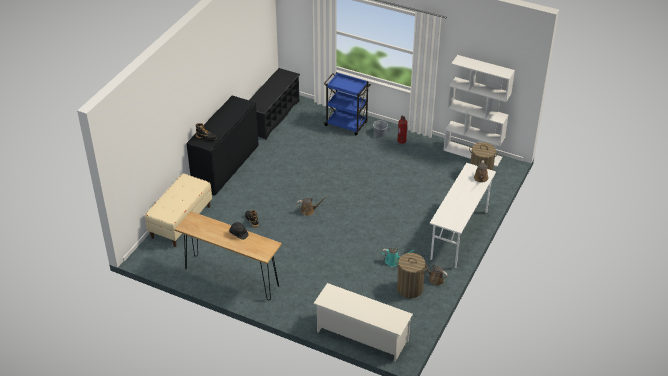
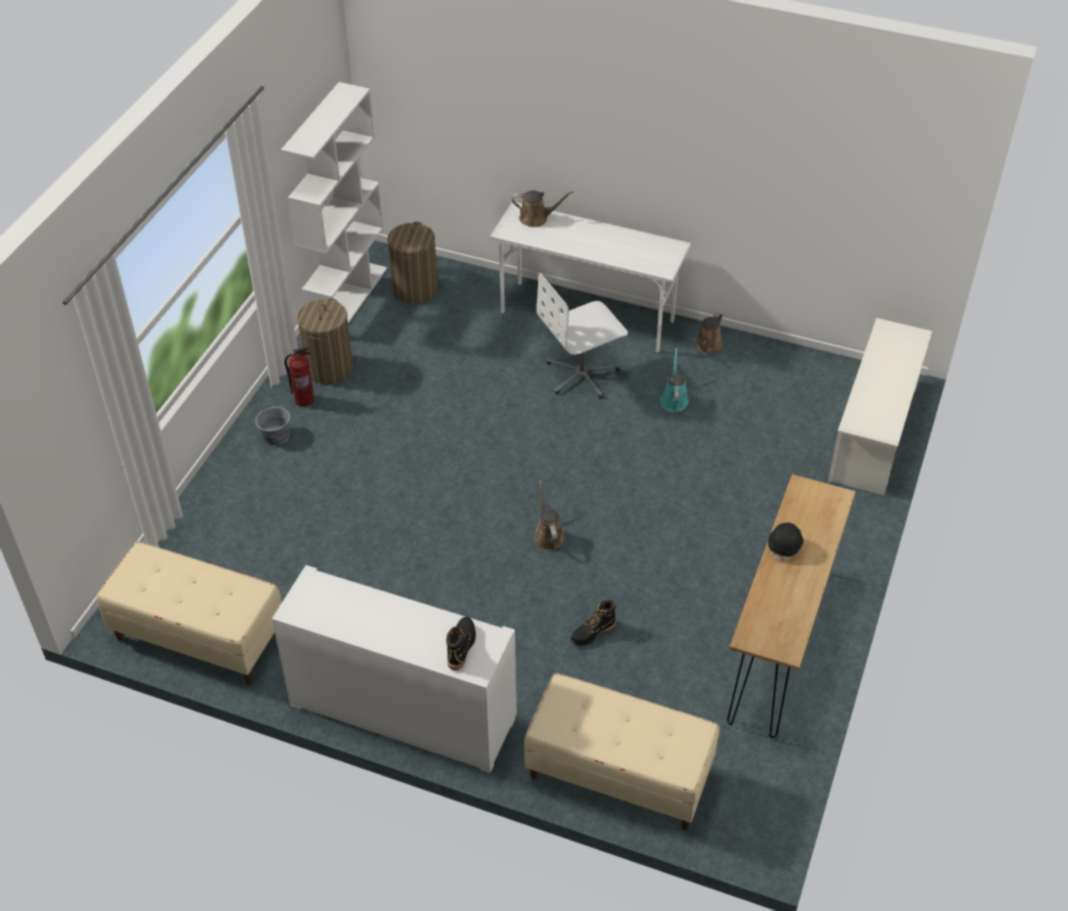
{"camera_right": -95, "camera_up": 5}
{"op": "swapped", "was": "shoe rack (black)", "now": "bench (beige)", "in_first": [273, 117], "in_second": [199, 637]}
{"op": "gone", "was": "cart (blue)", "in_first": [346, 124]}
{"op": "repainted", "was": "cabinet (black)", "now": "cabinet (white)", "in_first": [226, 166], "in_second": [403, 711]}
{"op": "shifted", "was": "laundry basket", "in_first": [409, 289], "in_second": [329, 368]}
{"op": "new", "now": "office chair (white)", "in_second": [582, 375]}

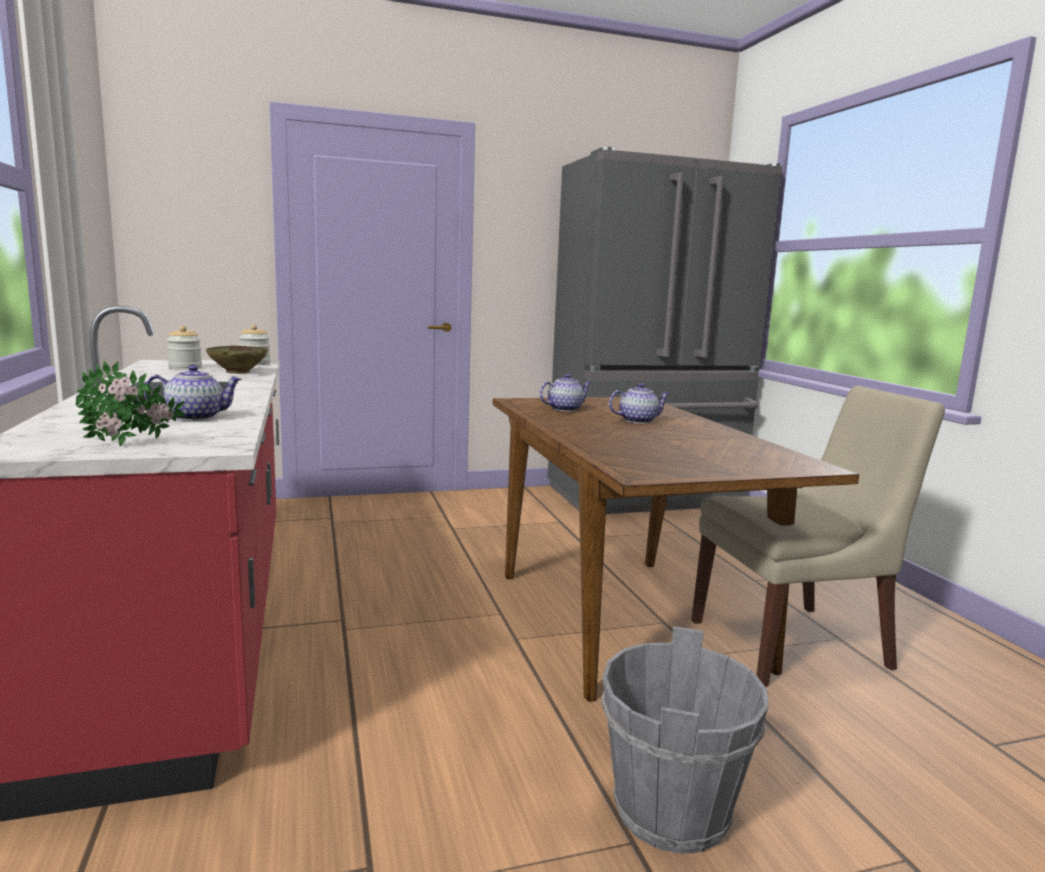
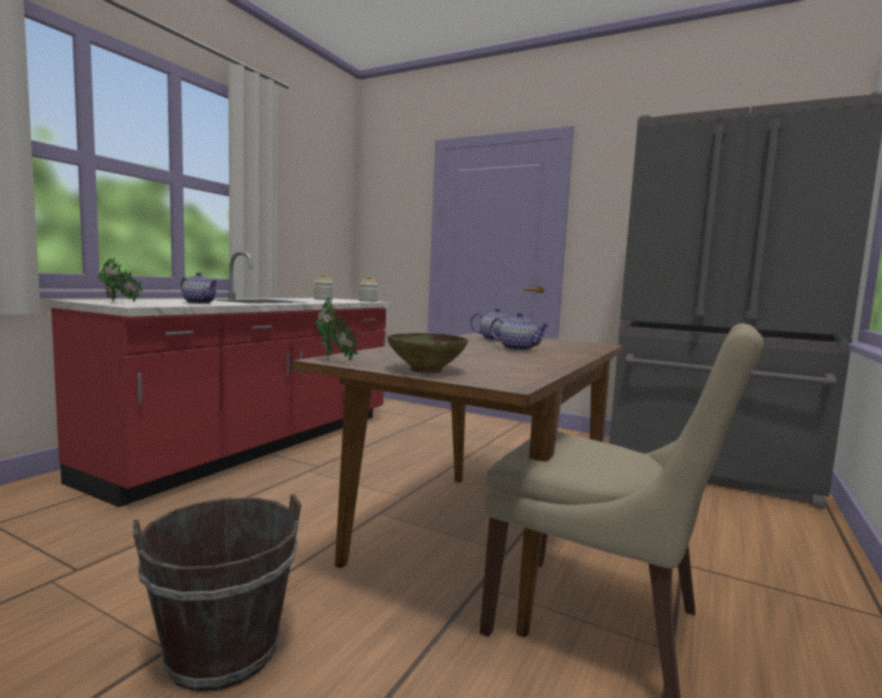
{"camera_right": 45, "camera_up": -5}
{"op": "shifted", "was": "bowl (beige)", "in_first": [238, 372], "in_second": [426, 370]}
{"op": "repainted", "was": "bucket (grey)", "now": "bucket (brown)", "in_first": [672, 812], "in_second": [222, 653]}
{"op": "new", "now": "potted plant", "in_second": [335, 361]}

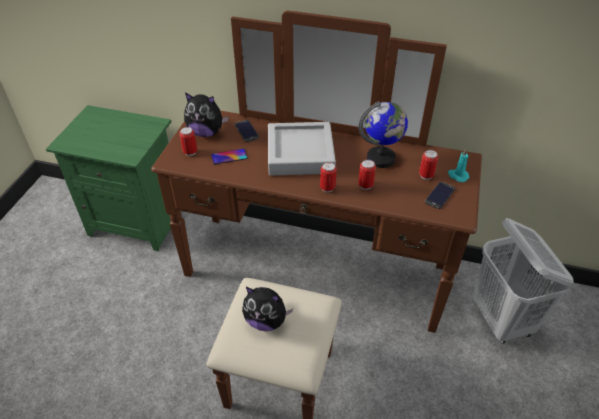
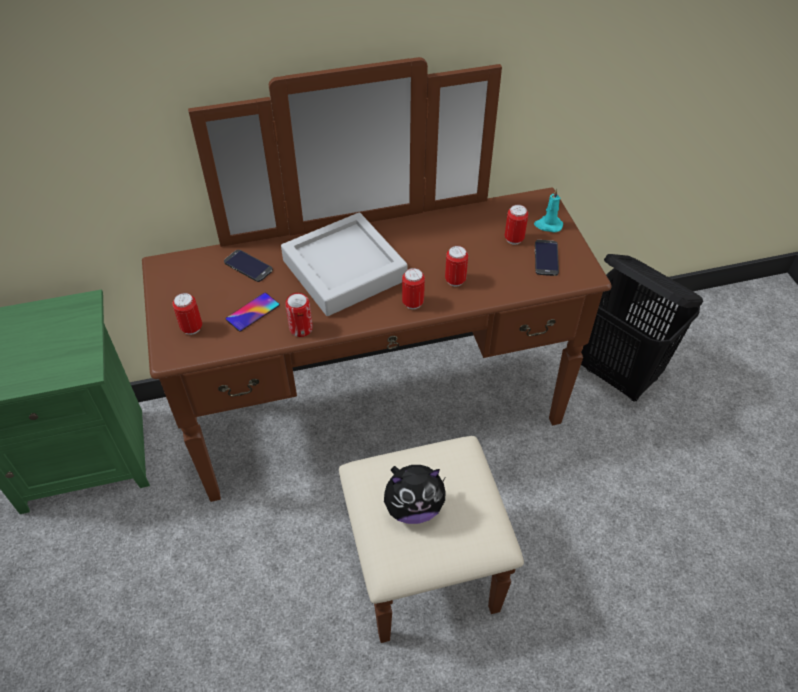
{"camera_right": -30, "camera_up": 5}
{"op": "gone", "was": "plush toy", "in_first": [206, 132]}
{"op": "gone", "was": "globe", "in_first": [381, 158]}
{"op": "repainted", "was": "laundry basket (white)", "now": "laundry basket (black)", "in_first": [501, 320], "in_second": [619, 374]}
{"op": "new", "now": "can", "in_second": [301, 328]}

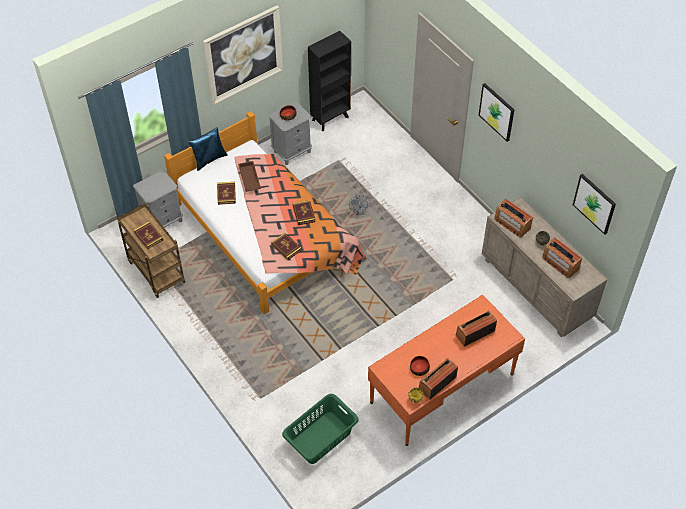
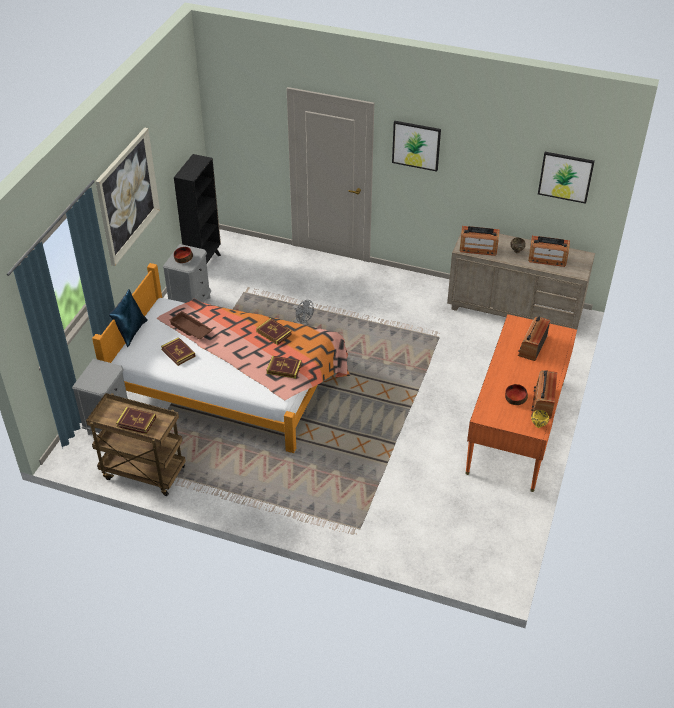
{"camera_right": -35, "camera_up": -10}
{"op": "gone", "was": "laundry basket (green)", "in_first": [320, 437]}

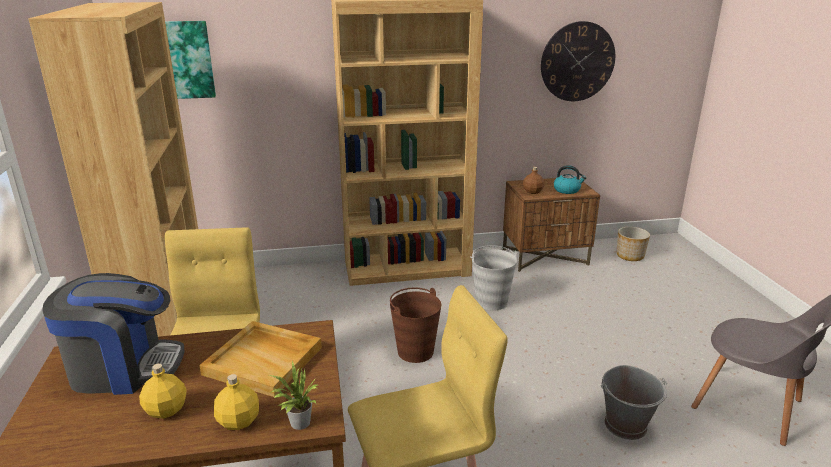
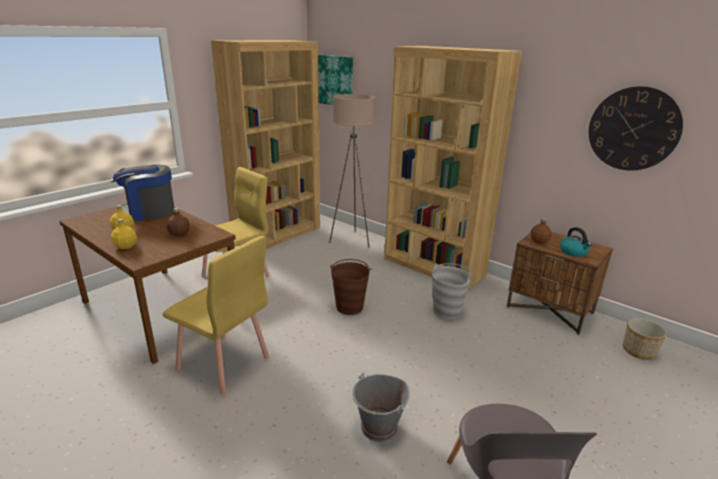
{"camera_right": 50, "camera_up": 0}
{"op": "rotated", "was": "coffee machine", "in_first": [124, 368], "in_second": [148, 213], "clockwise": 120}
{"op": "swapped", "was": "tray (beige)", "now": "bottle (brown)", "in_first": [264, 360], "in_second": [179, 234]}
{"op": "gone", "was": "potted plant", "in_first": [297, 423]}
{"op": "new", "now": "floor lamp (beige)", "in_second": [351, 240]}

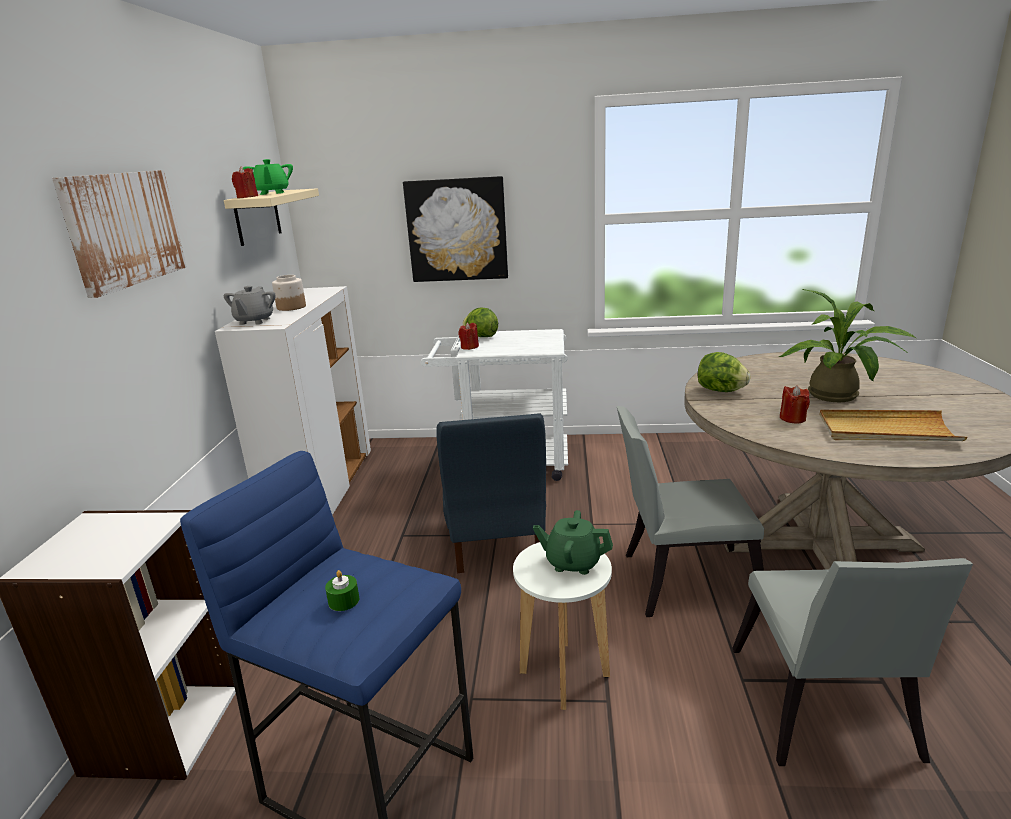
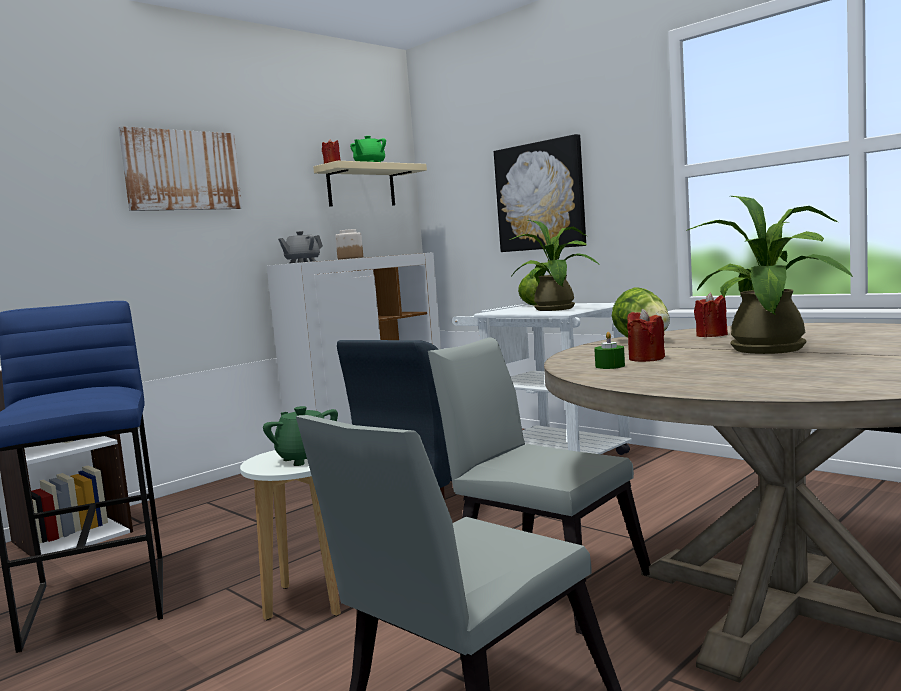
{"camera_right": 40, "camera_up": -15}
{"op": "shifted", "was": "candle (red)", "in_first": [469, 347], "in_second": [711, 335]}
{"op": "gone", "was": "tray (beige)", "in_first": [886, 431]}
{"op": "shifted", "was": "candle (green)", "in_first": [344, 601], "in_second": [610, 366]}
{"op": "new", "now": "potted plant", "in_second": [556, 309]}

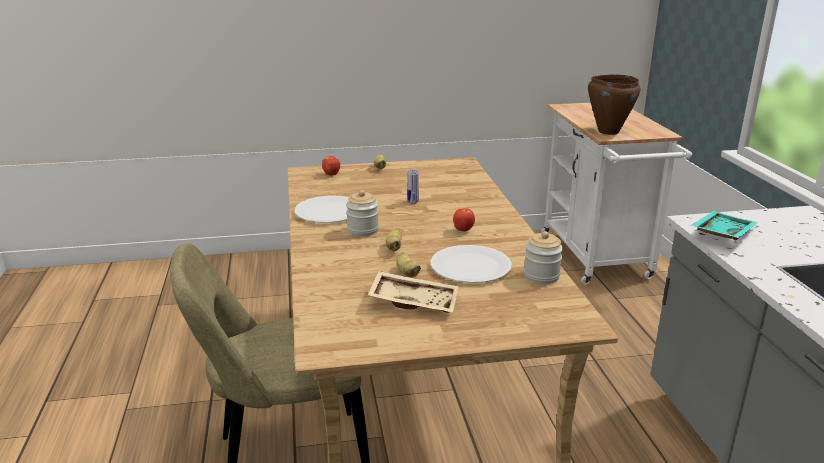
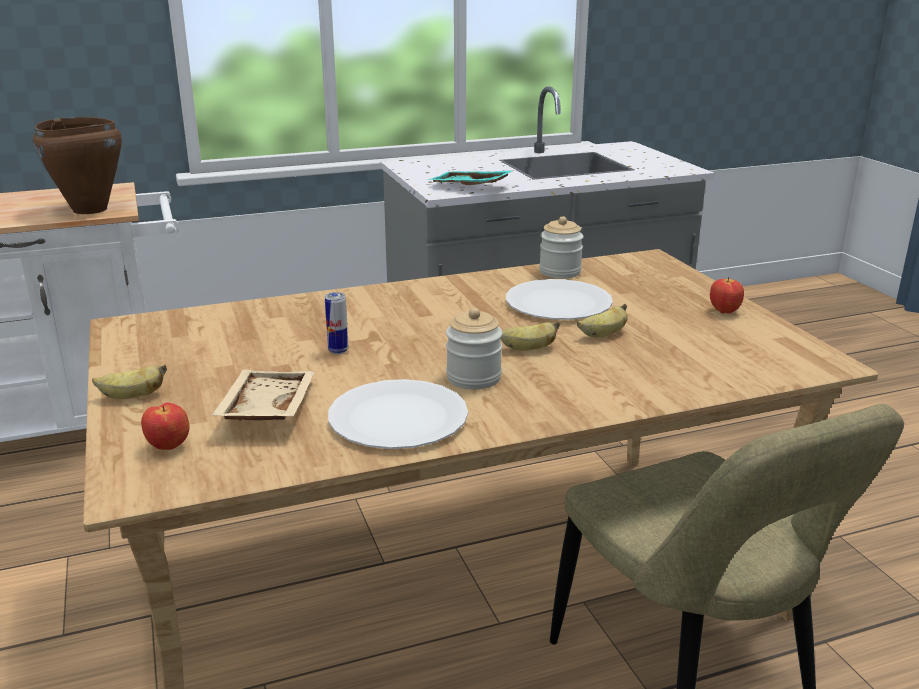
{"camera_right": -100, "camera_up": 0}
{"op": "shifted", "was": "apple", "in_first": [463, 230], "in_second": [723, 312]}
{"op": "shifted", "was": "tray (beige)", "in_first": [414, 301], "in_second": [265, 409]}

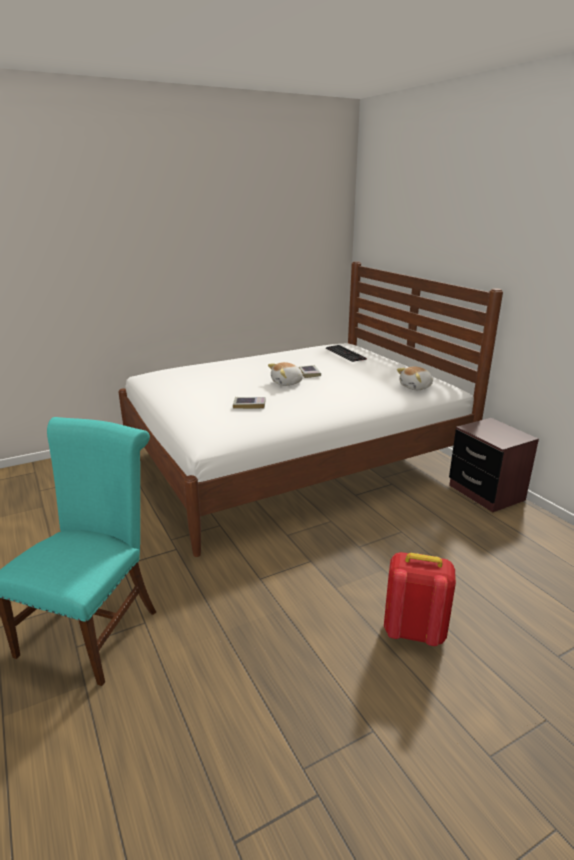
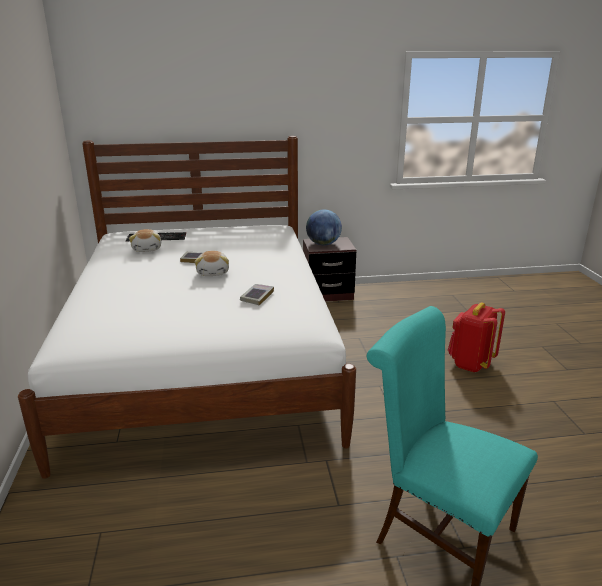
{"camera_right": -70, "camera_up": 0}
{"op": "shifted", "was": "plush toy", "in_first": [416, 387], "in_second": [147, 249]}
{"op": "new", "now": "globe", "in_second": [323, 244]}

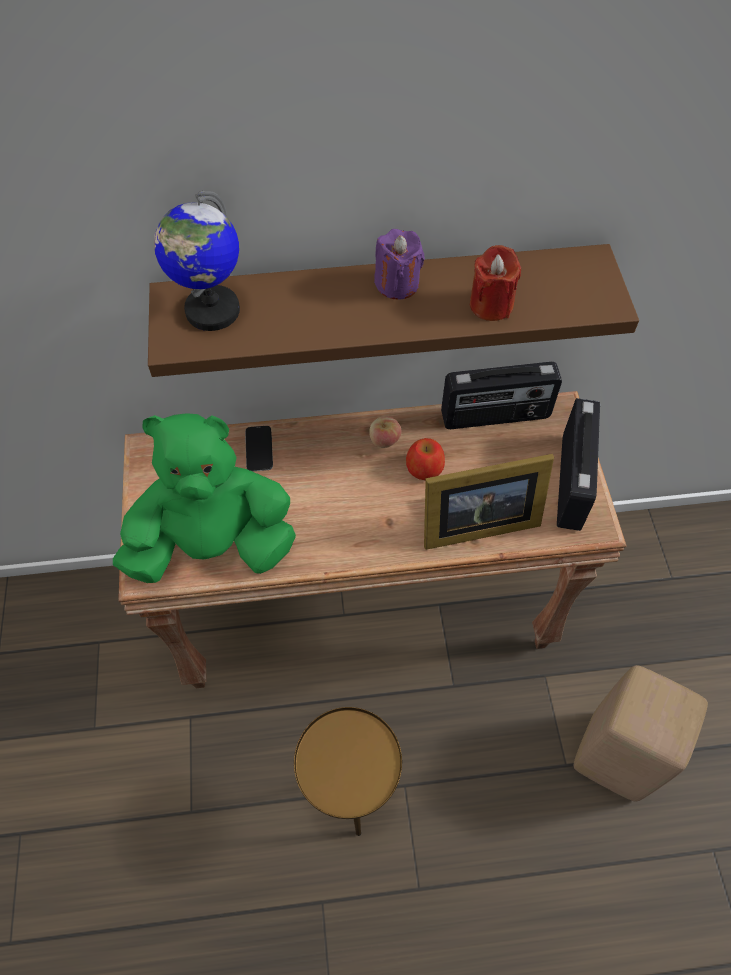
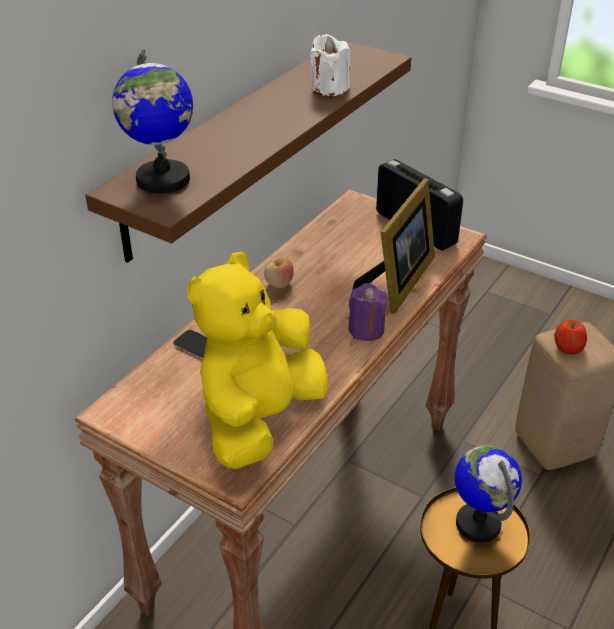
{"camera_right": -50, "camera_up": -20}
{"op": "shifted", "was": "candle (purple)", "in_first": [397, 284], "in_second": [366, 329]}
{"op": "repainted", "was": "candle (red)", "now": "candle (white)", "in_first": [491, 305], "in_second": [329, 88]}
{"op": "gone", "was": "radio", "in_first": [495, 416]}
{"op": "repainted", "was": "plush toy (green)", "now": "plush toy (yellow)", "in_first": [214, 545], "in_second": [259, 419]}
{"op": "shifted", "was": "apple", "in_first": [425, 467], "in_second": [568, 347]}
{"op": "new", "now": "globe", "in_second": [478, 523]}

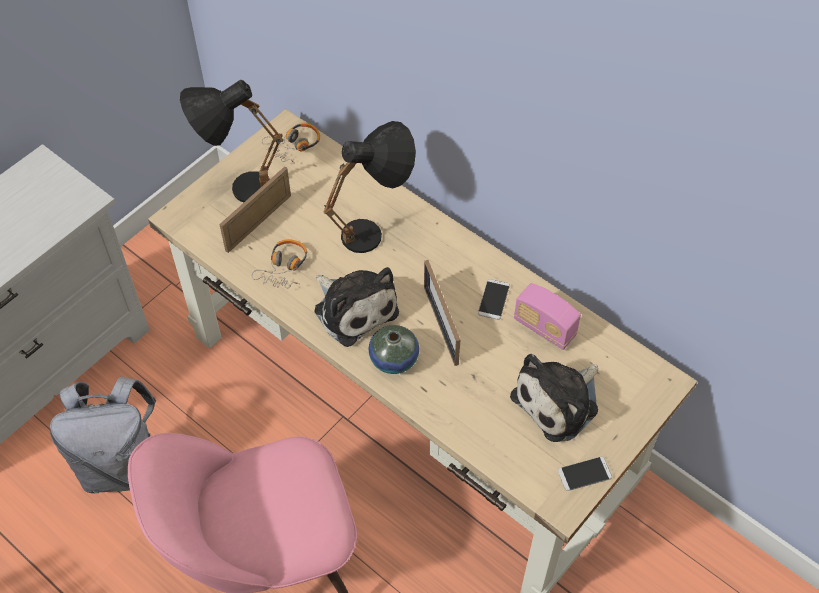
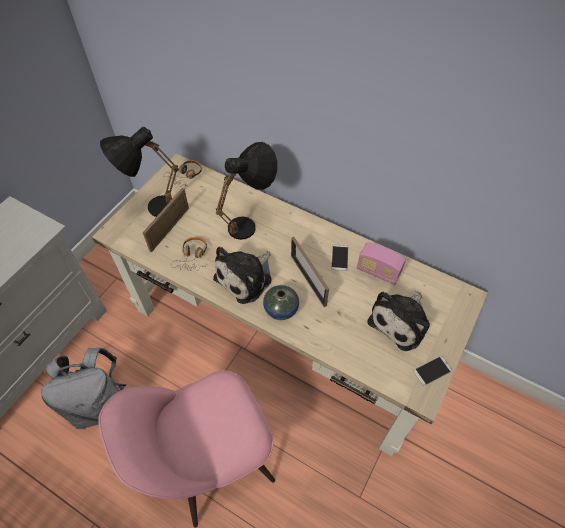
{"camera_right": -10, "camera_up": 0}
{"op": "rotated", "was": "plush toy", "in_first": [354, 308], "in_second": [246, 277], "clockwise": 90}

